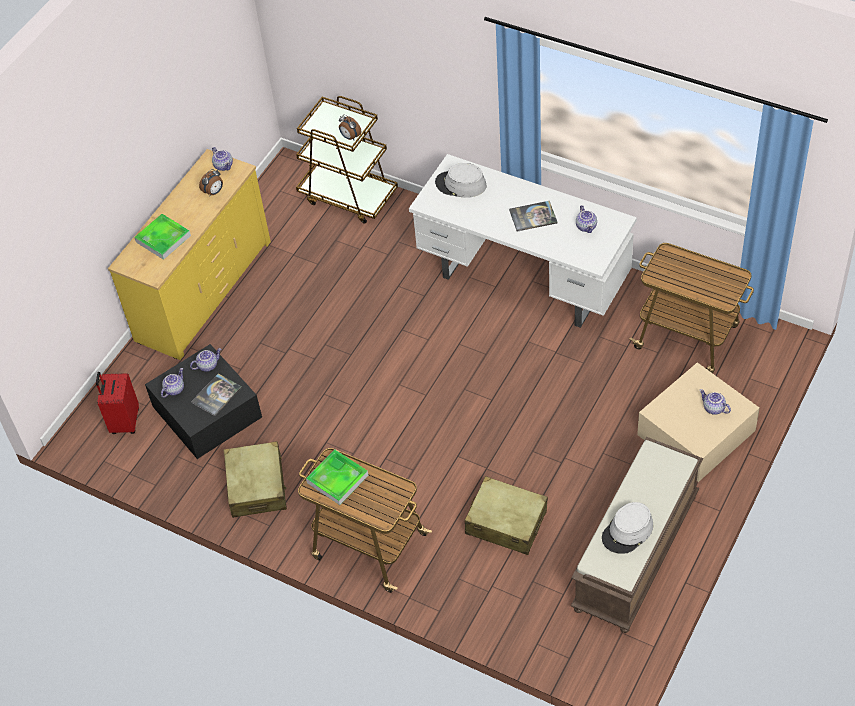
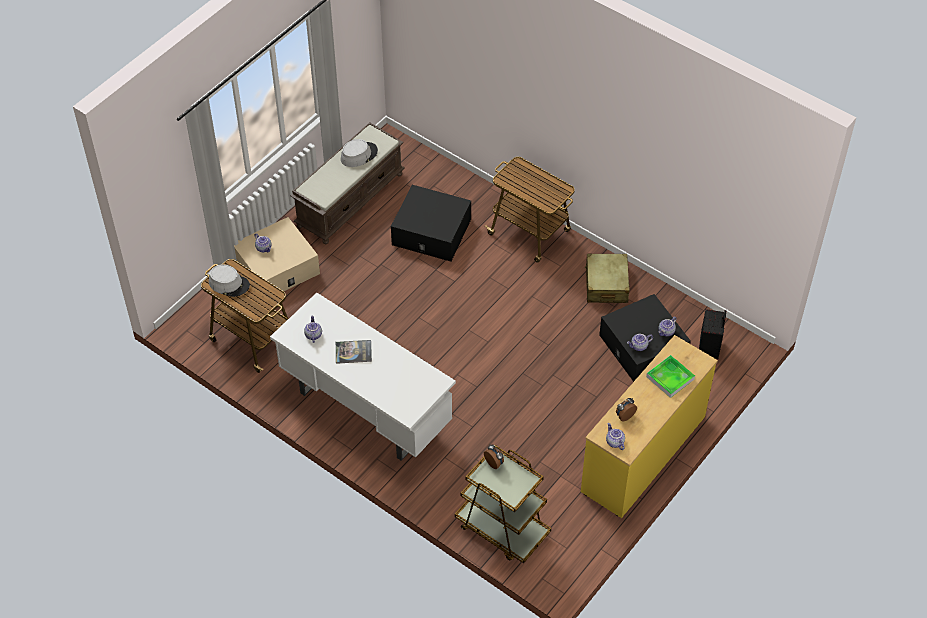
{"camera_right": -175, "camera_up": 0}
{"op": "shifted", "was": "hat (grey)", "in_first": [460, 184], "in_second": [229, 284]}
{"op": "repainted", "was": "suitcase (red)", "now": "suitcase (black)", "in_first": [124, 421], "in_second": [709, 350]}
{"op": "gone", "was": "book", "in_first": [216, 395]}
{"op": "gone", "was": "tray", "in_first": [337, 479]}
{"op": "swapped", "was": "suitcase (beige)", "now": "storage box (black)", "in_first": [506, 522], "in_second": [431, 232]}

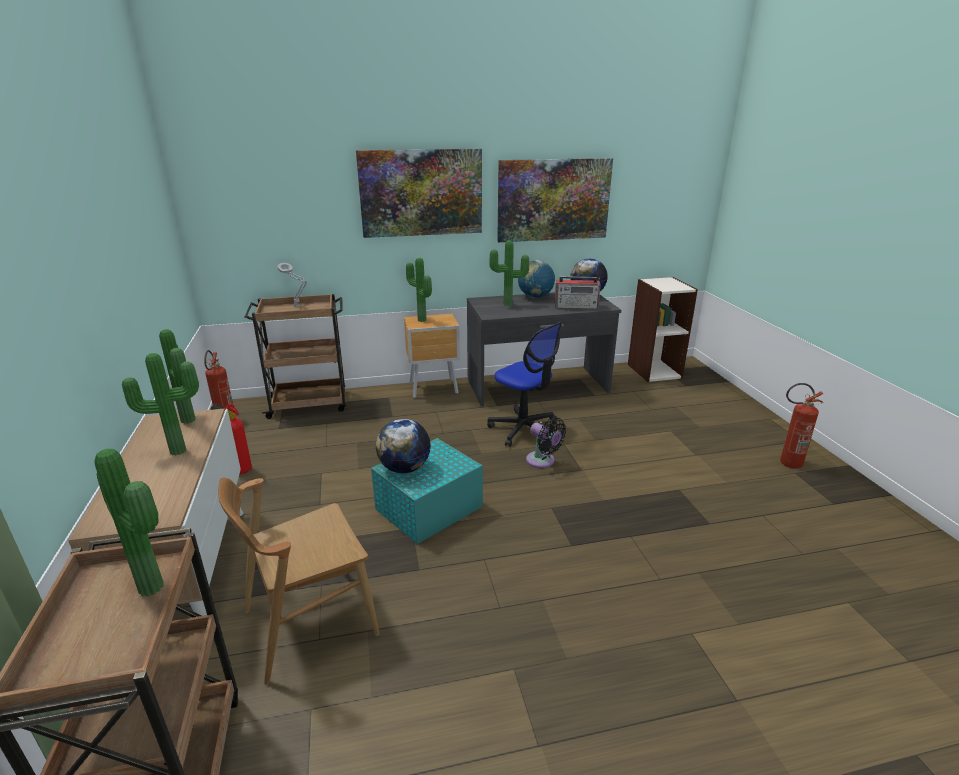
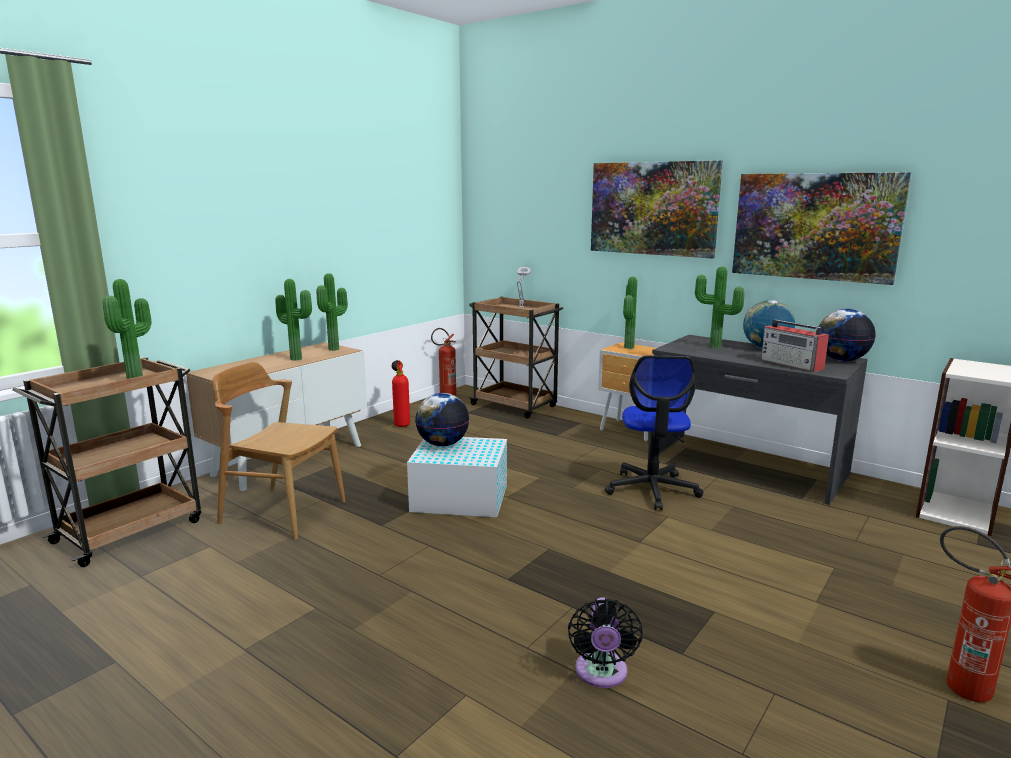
{"camera_right": 50, "camera_up": -10}
{"op": "shifted", "was": "fan (black)", "in_first": [542, 461], "in_second": [601, 674]}
{"op": "repainted", "was": "storage box (turquoise)", "now": "storage box (white)", "in_first": [427, 508], "in_second": [458, 498]}

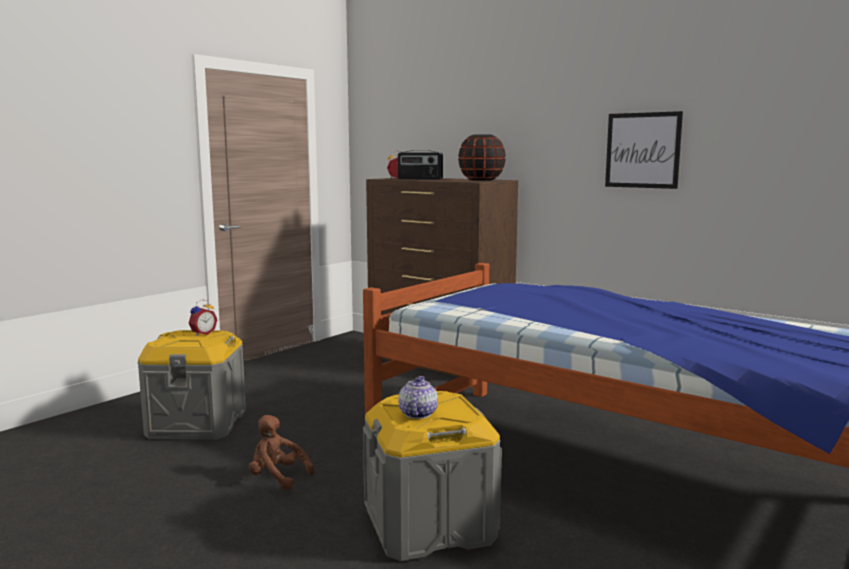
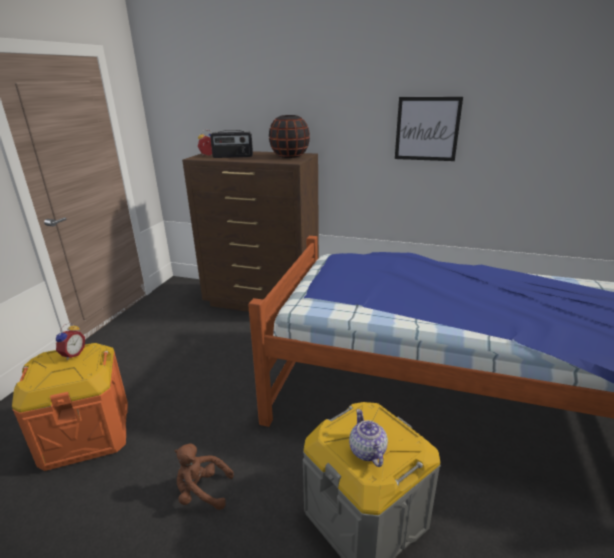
{"camera_right": -20, "camera_up": 15}
{"op": "repainted", "was": "storage box (grey)", "now": "storage box (orange)", "in_first": [197, 424], "in_second": [86, 433]}

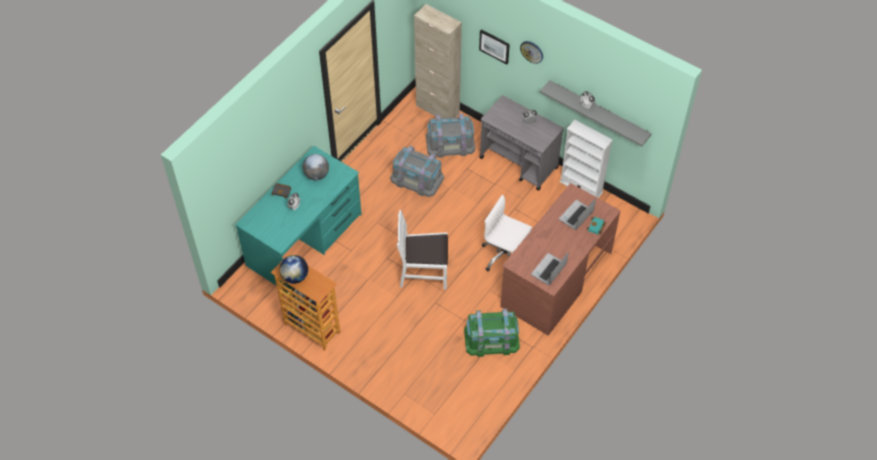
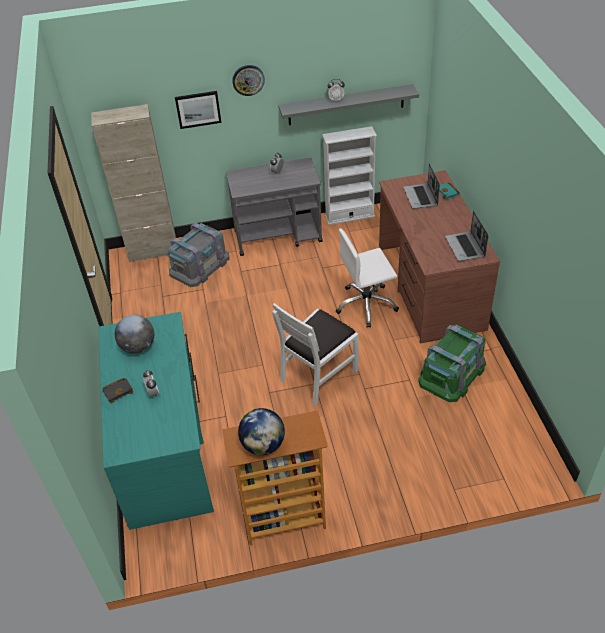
{"camera_right": -45, "camera_up": -10}
{"op": "gone", "was": "storage box (grey)", "in_first": [417, 178]}

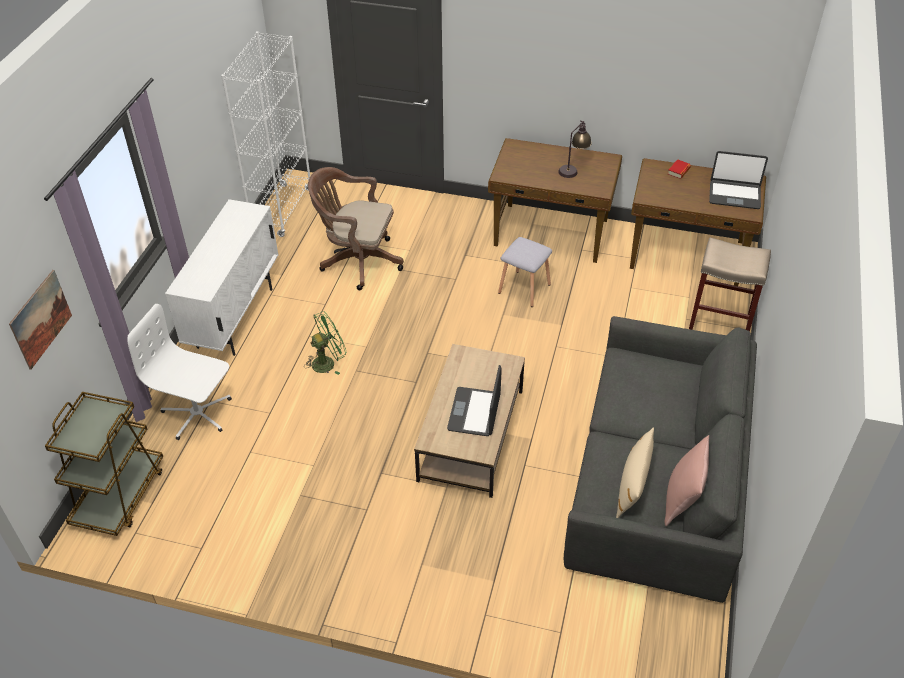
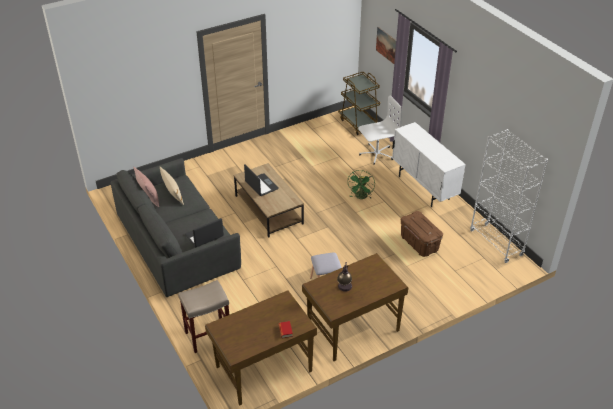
{"camera_right": 135, "camera_up": -5}
{"op": "shifted", "was": "laptop", "in_first": [734, 195], "in_second": [204, 236]}
{"op": "swapped", "was": "office chair (brown)", "now": "storage box (brown)", "in_first": [357, 261], "in_second": [419, 243]}

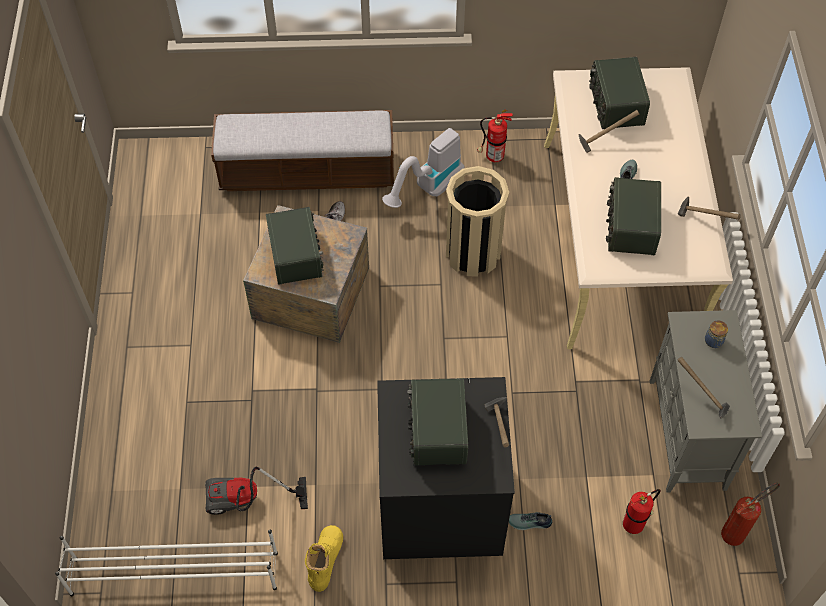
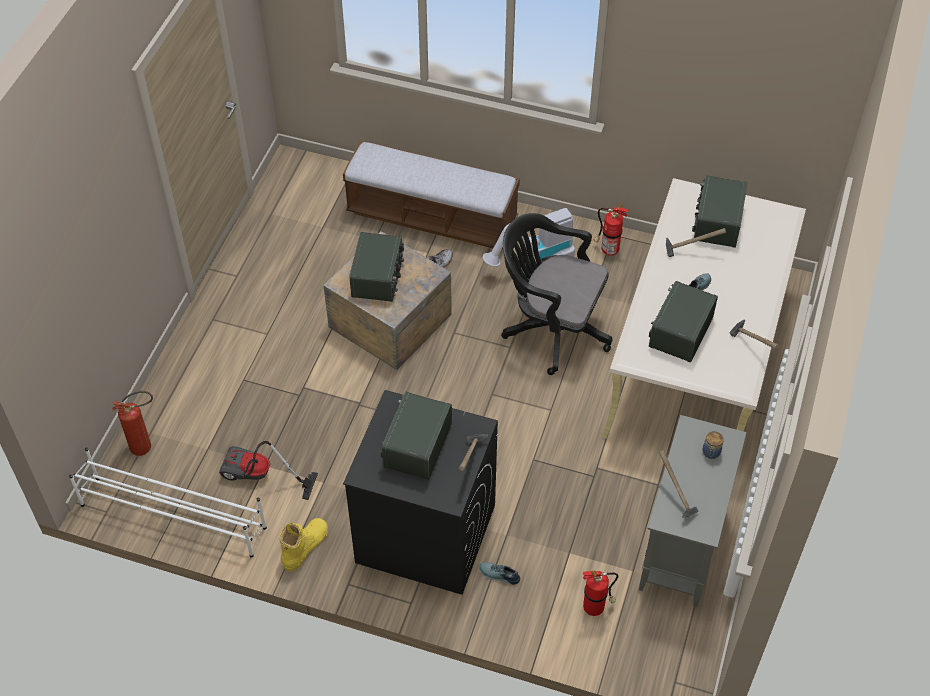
{"camera_right": 20, "camera_up": -5}
{"op": "swapped", "was": "trash can (beige)", "now": "office chair (black)", "in_first": [473, 253], "in_second": [551, 329]}
{"op": "shifted", "was": "fire extinguisher", "in_first": [737, 532], "in_second": [146, 446]}

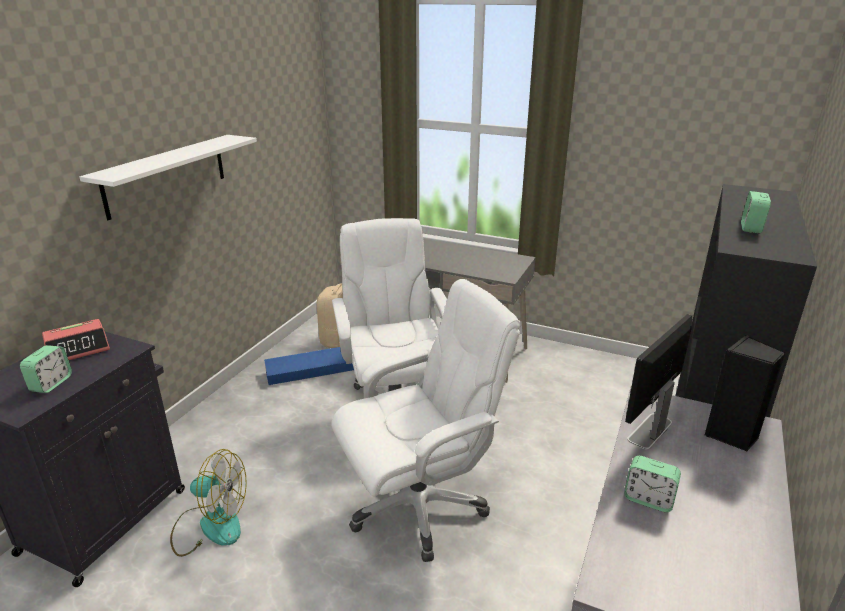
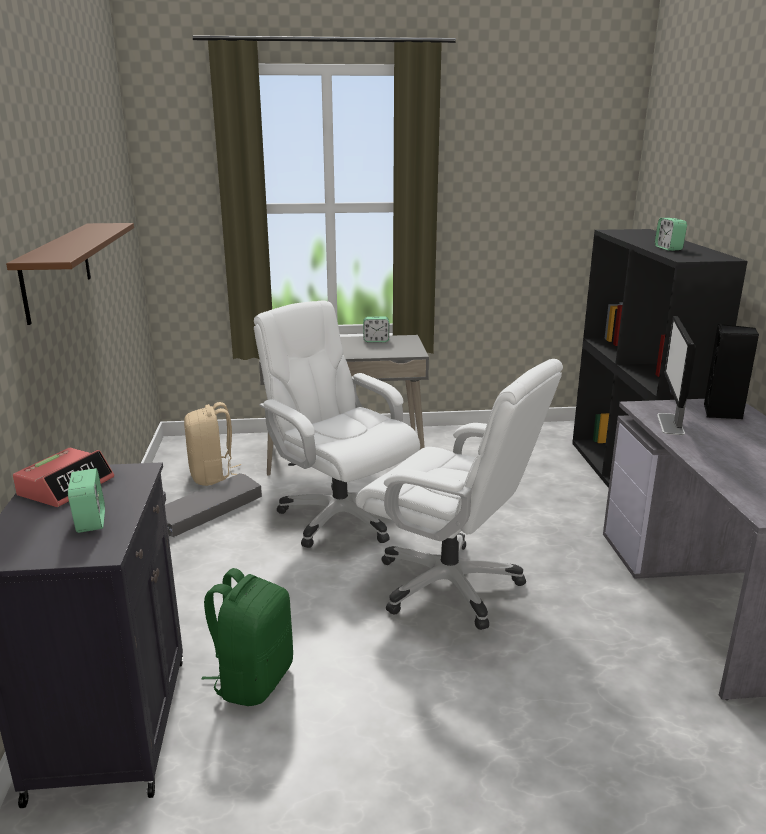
{"camera_right": -30, "camera_up": -5}
{"op": "repainted", "was": "shelf (white)", "now": "shelf (brown)", "in_first": [166, 175], "in_second": [57, 269]}
{"op": "rotated", "was": "office chair (white)", "in_first": [419, 505], "in_second": [450, 585], "clockwise": 90}
{"op": "repainted", "was": "storage box (blue)", "now": "storage box (grey)", "in_first": [310, 370], "in_second": [208, 510]}
{"op": "swapped", "was": "fan", "now": "backpack (green)", "in_first": [210, 525], "in_second": [253, 679]}
{"op": "shifted", "was": "alarm clock", "in_first": [648, 499], "in_second": [376, 340]}

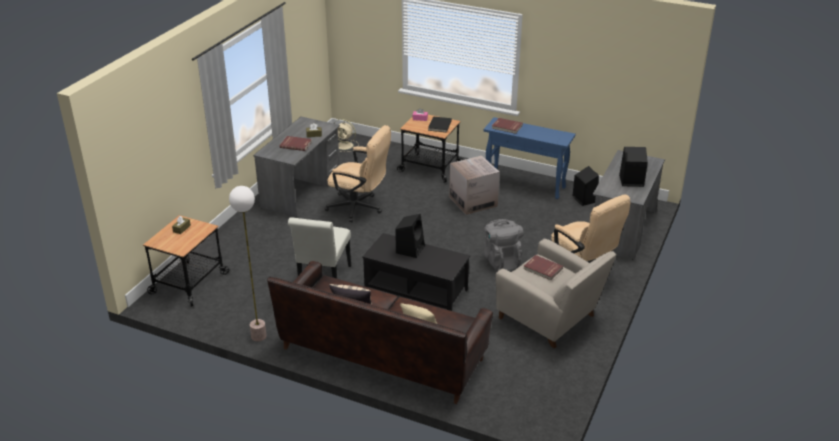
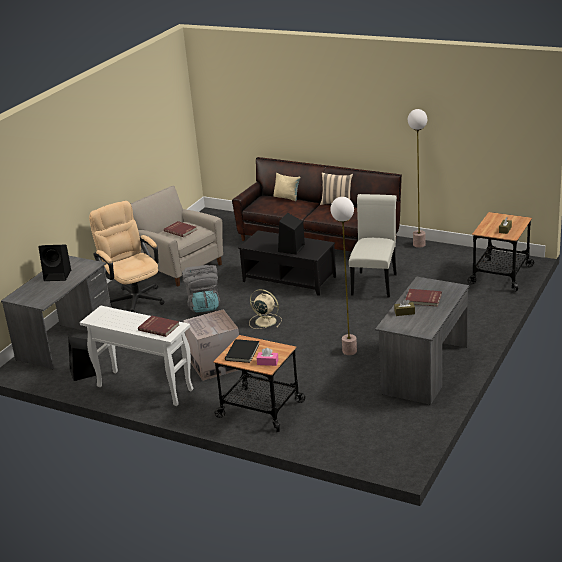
{"camera_right": -175, "camera_up": -5}
{"op": "repainted", "was": "console table (blue)", "now": "console table (white)", "in_first": [526, 185], "in_second": [144, 388]}
{"op": "shifted", "was": "fan (beige)", "in_first": [345, 146], "in_second": [264, 321]}
{"op": "swapped", "was": "office chair (beige)", "now": "floor lamp", "in_first": [359, 208], "in_second": [349, 351]}

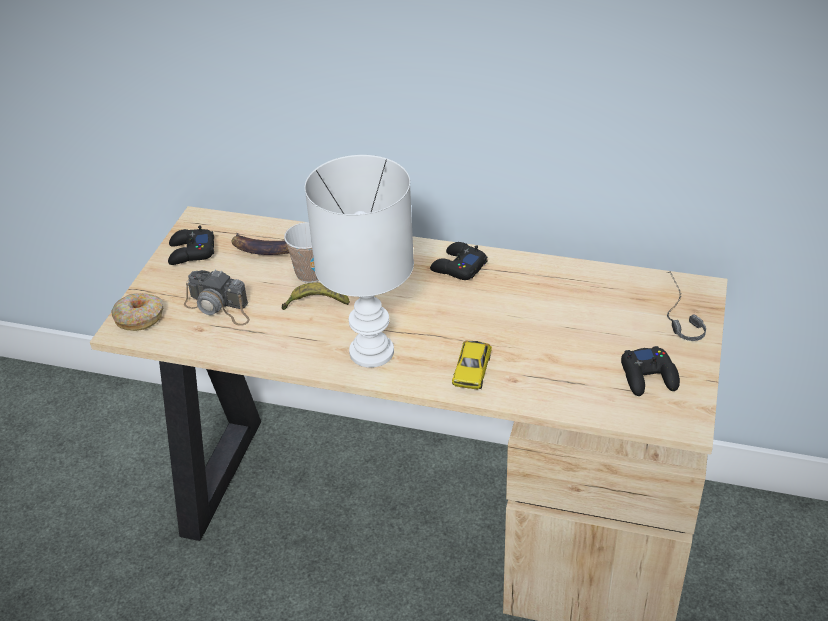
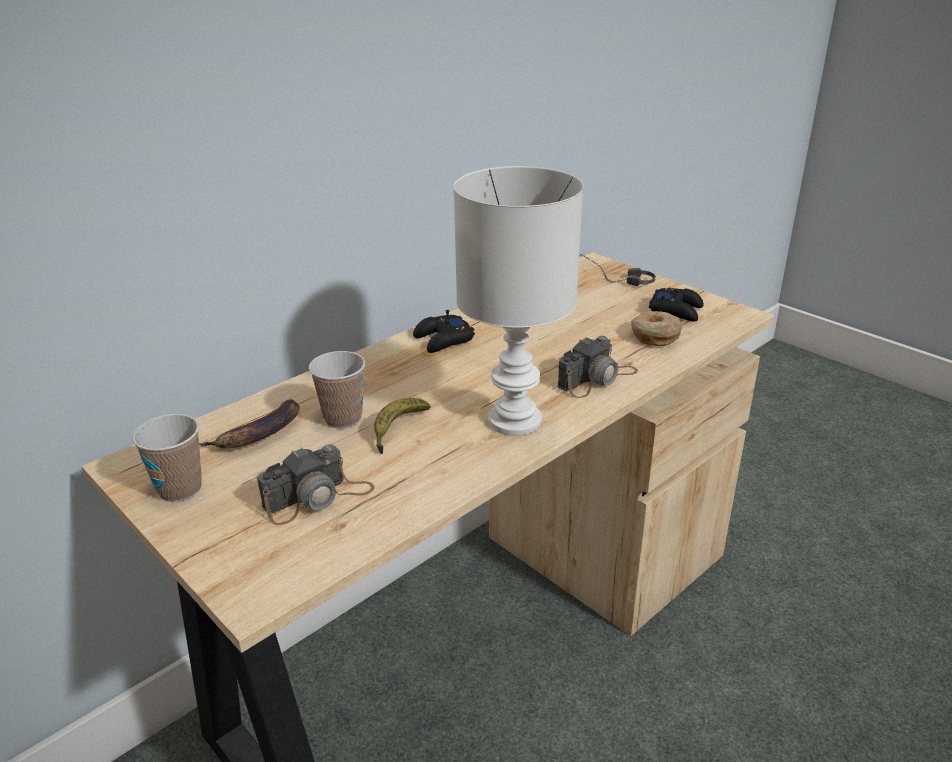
{"camera_right": -60, "camera_up": -10}
{"op": "swapped", "was": "game controller (black)", "now": "cup", "in_first": [191, 252], "in_second": [180, 489]}
{"op": "shifted", "was": "donut", "in_first": [139, 317], "in_second": [654, 336]}
{"op": "swapped", "was": "toy car", "now": "photo camera", "in_first": [471, 371], "in_second": [597, 378]}

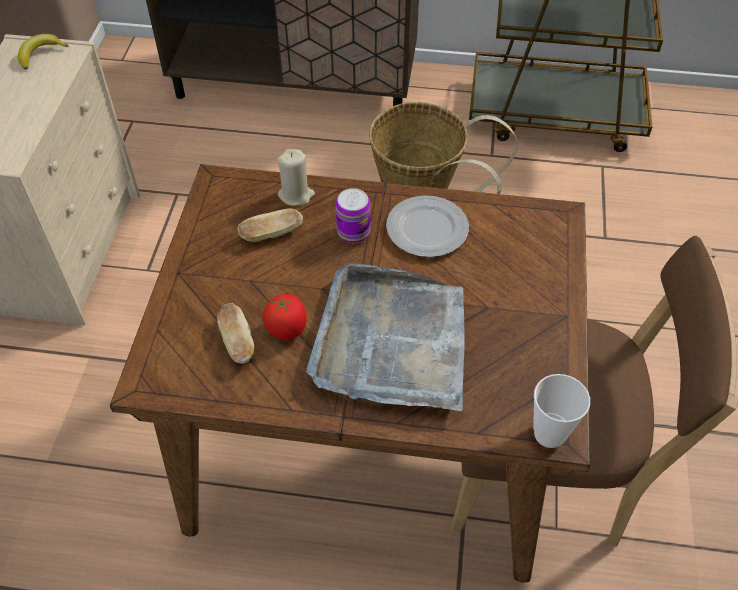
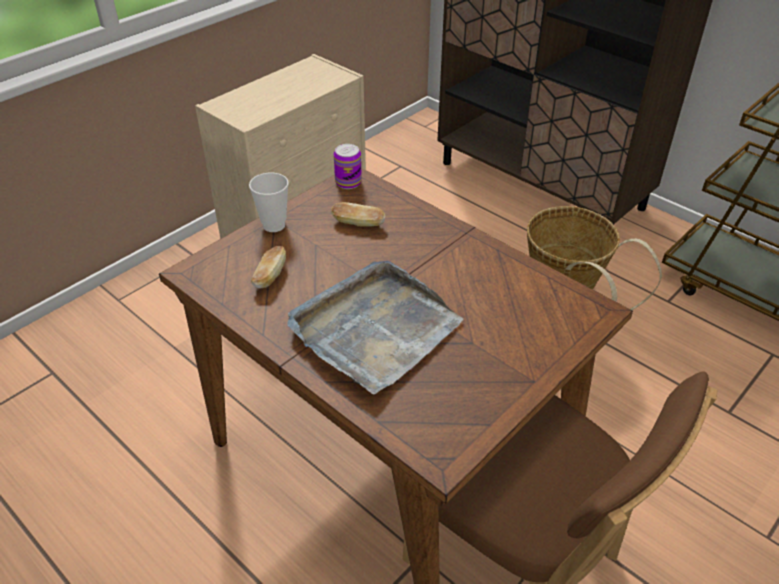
{"camera_right": 35, "camera_up": -10}
{"op": "gone", "was": "banana", "in_first": [40, 54]}
{"op": "gone", "was": "candle (beige)", "in_first": [296, 195]}
{"op": "shifted", "was": "can", "in_first": [353, 232], "in_second": [348, 182]}
{"op": "gone", "was": "plate", "in_first": [428, 230]}
{"op": "gone", "was": "tomato", "in_first": [287, 329]}
{"op": "shifted", "was": "cup", "in_first": [549, 434], "in_second": [274, 225]}

